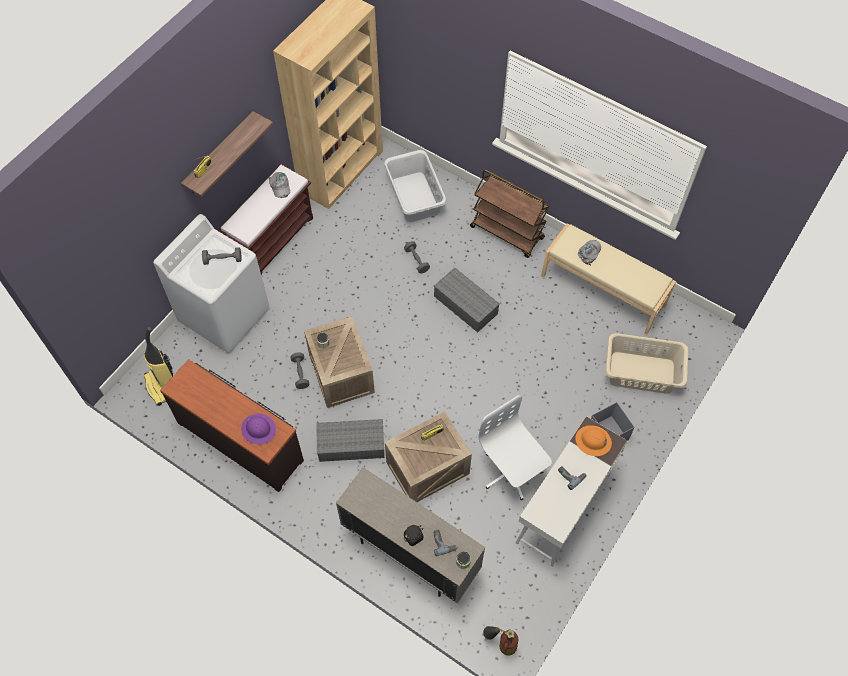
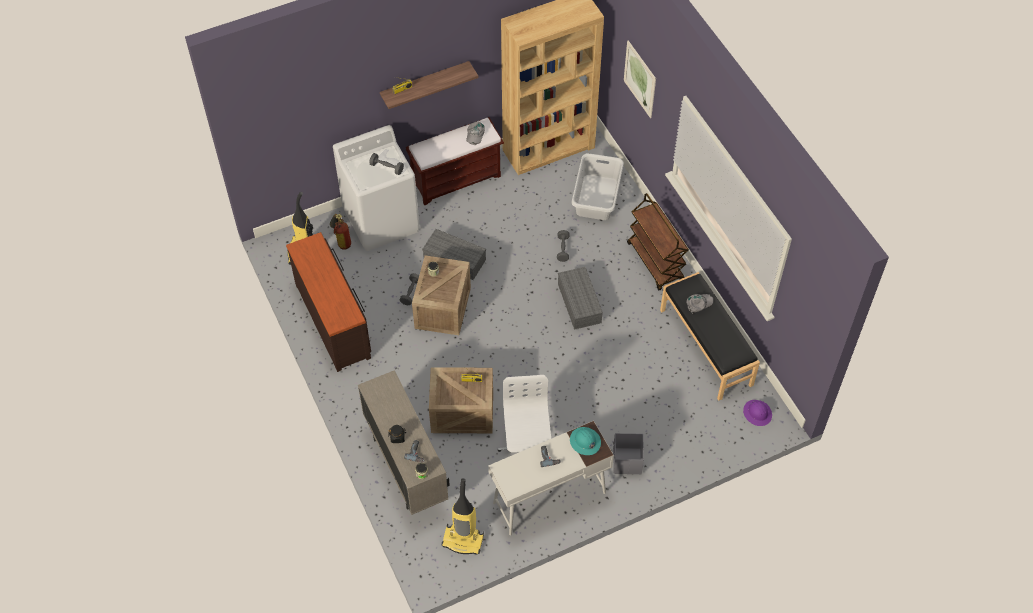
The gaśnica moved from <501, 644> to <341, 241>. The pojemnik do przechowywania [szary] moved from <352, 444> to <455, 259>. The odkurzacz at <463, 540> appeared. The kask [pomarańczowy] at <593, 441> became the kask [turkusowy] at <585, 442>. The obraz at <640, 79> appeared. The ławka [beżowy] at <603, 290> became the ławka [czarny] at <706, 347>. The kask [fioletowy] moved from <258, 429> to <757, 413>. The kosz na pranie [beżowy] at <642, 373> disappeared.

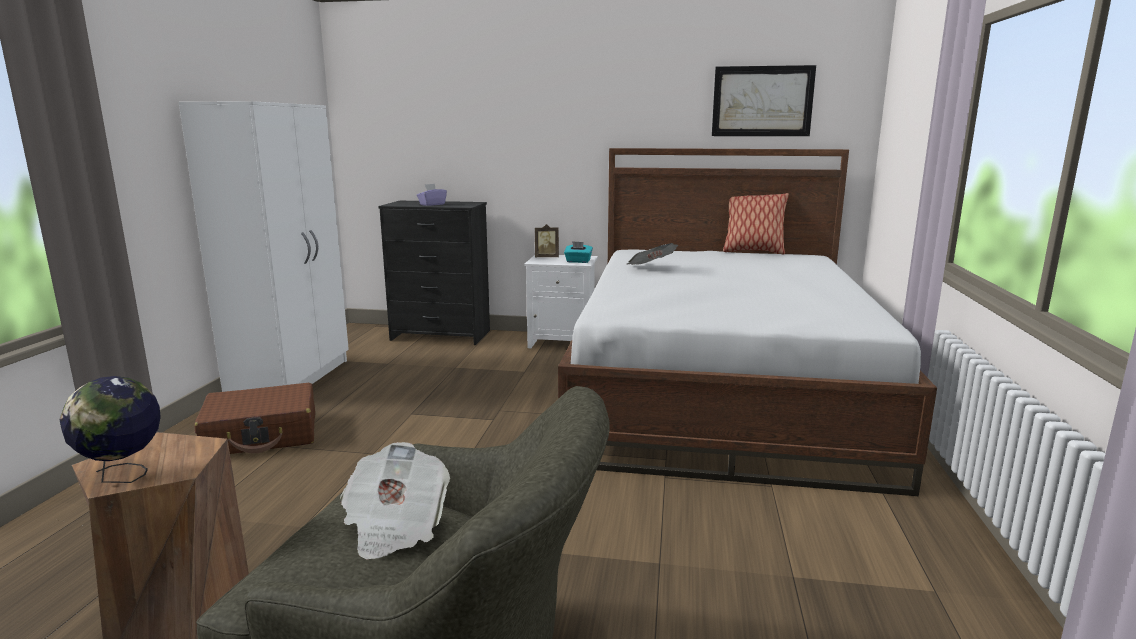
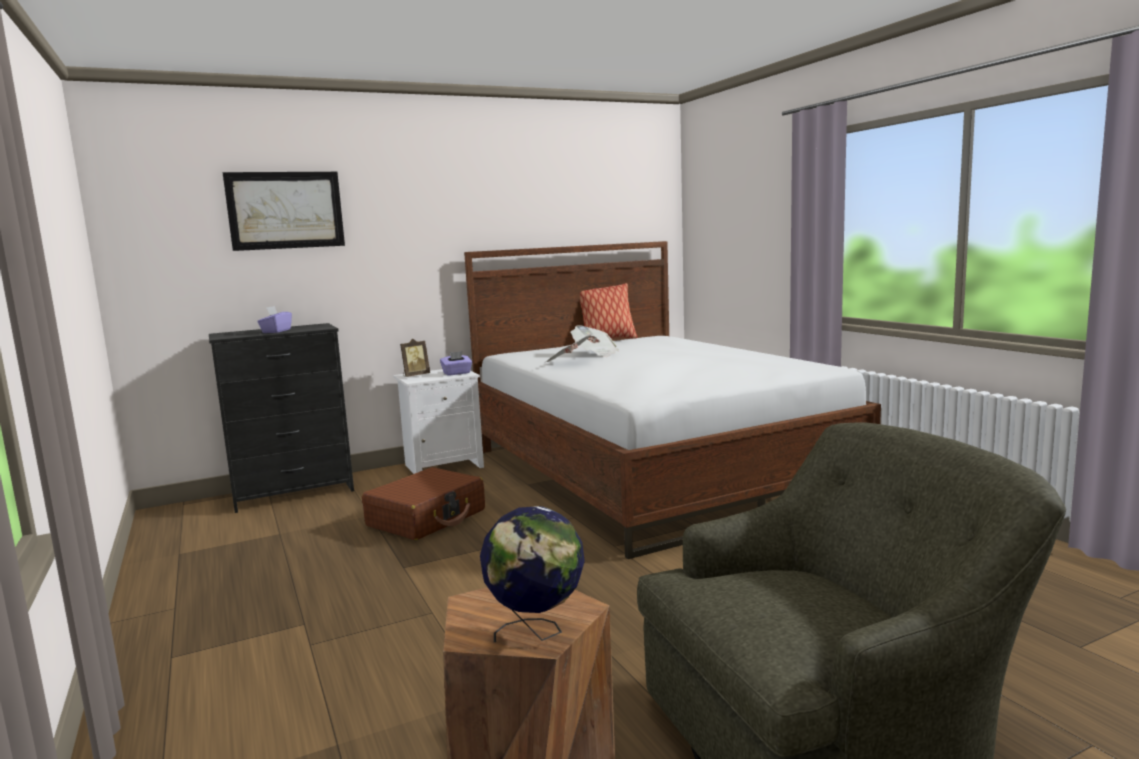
The obraz moved from <762, 101> to <285, 210>. The walizka [brązowy] moved from <262, 435> to <427, 518>. The pudełko chusteczek [turkusowy] at <578, 261> became the pudełko chusteczek [fioletowy] at <457, 373>. The gazeta moved from <395, 525> to <595, 354>. The szafa [biały] at <292, 378> disappeared.

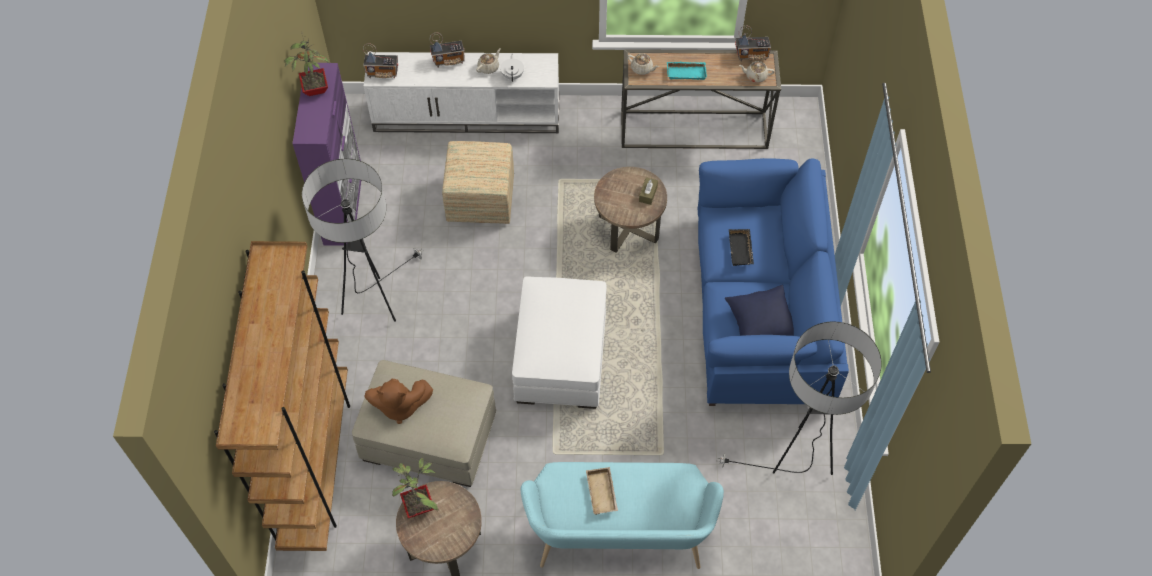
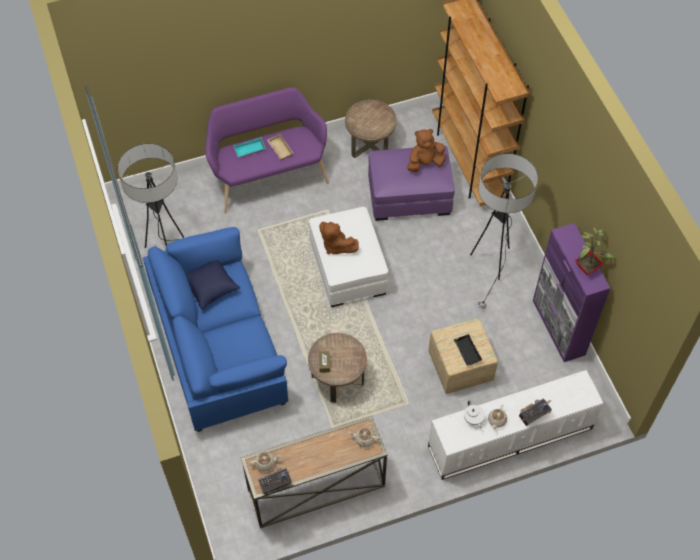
The ławka [turkusowy] at <619, 539> became the ławka [fioletowy] at <268, 176>. The taca [turkusowy] moved from <686, 72> to <249, 150>. The pluszak [brązowy] at <336, 245> appeared. The pufa [beżowy] at <428, 437> became the pufa [fioletowy] at <410, 195>. The taca [czarny] moved from <741, 250> to <466, 351>. The radio at <383, 73> disappeared. The roślina doniczkowa at <420, 506> disappeared.

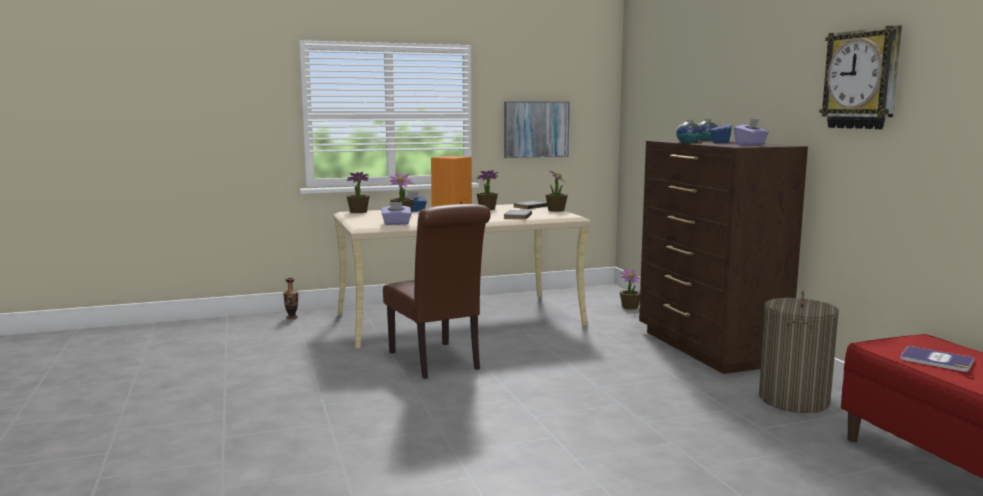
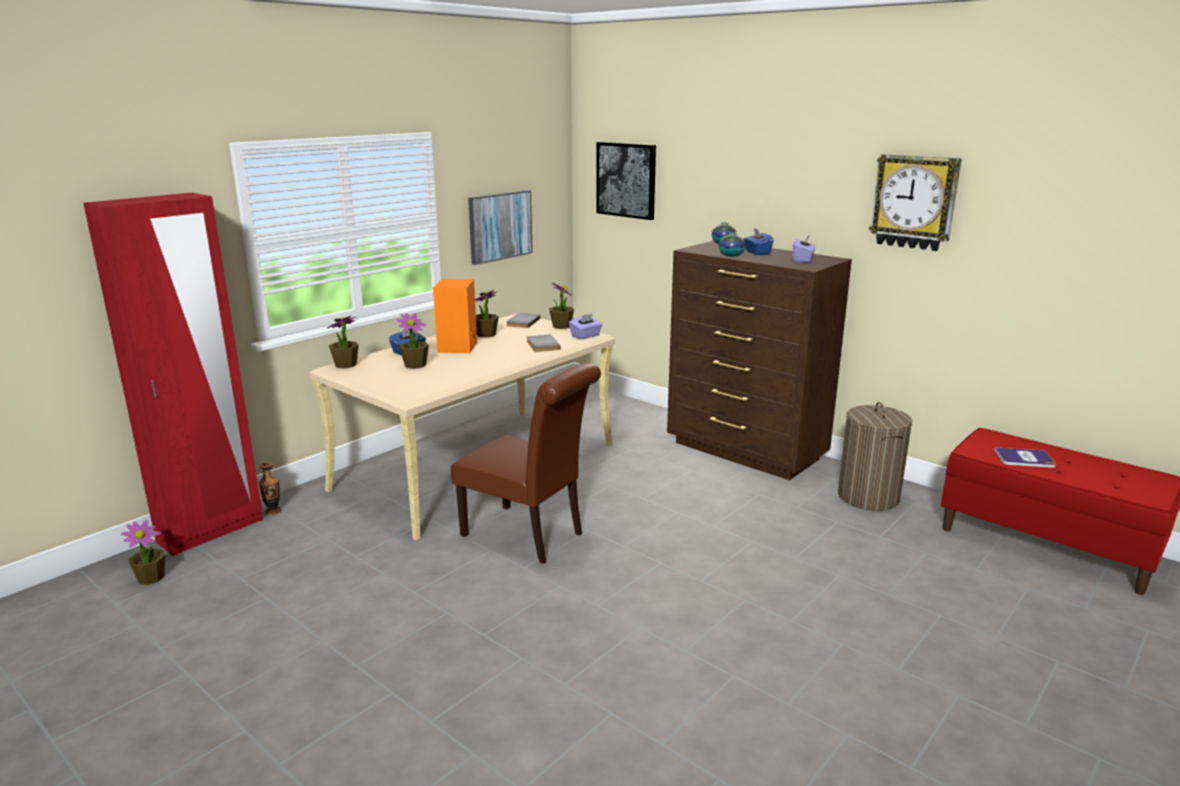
The szafa [czerwony] at <211, 531> appeared. The roślina doniczkowa moved from <630, 307> to <151, 578>. The pudełko chusteczek [fioletowy] moved from <396, 223> to <585, 336>. The obraz at <626, 180> appeared.

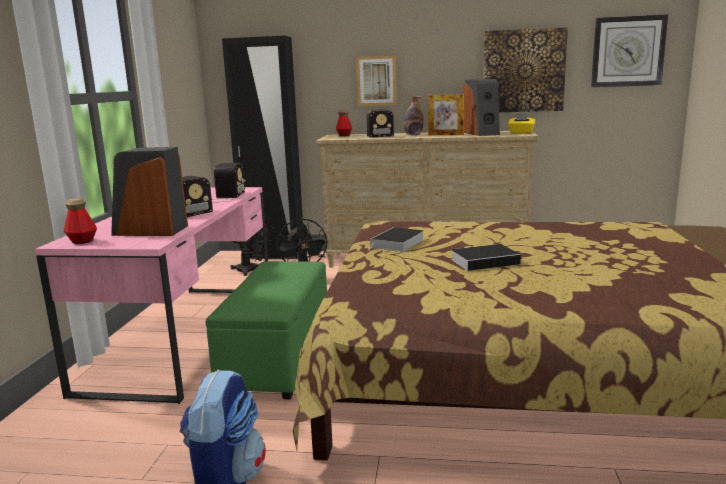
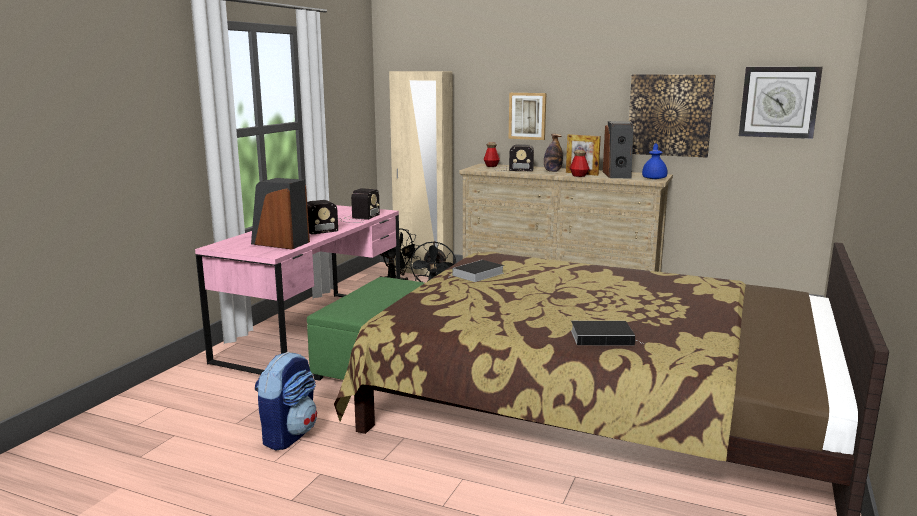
The szafa [czarny] at <273, 255> became the szafa [beżowy] at <423, 271>. The butelka moved from <82, 241> to <579, 176>. The książka moved from <486, 261> to <603, 337>. The pudełko chusteczek [żółty] at <521, 133> was replaced by the imbryk [niebieski] at <654, 178>.

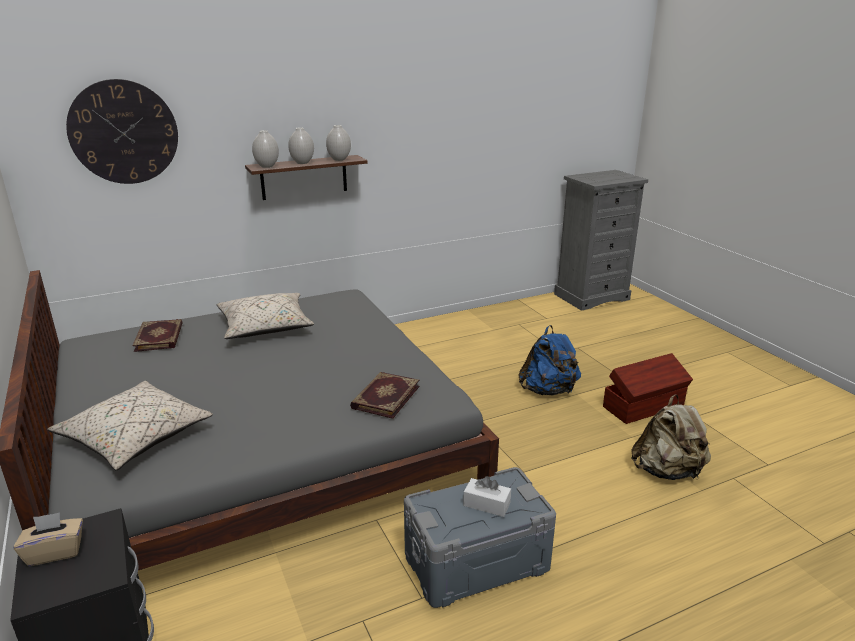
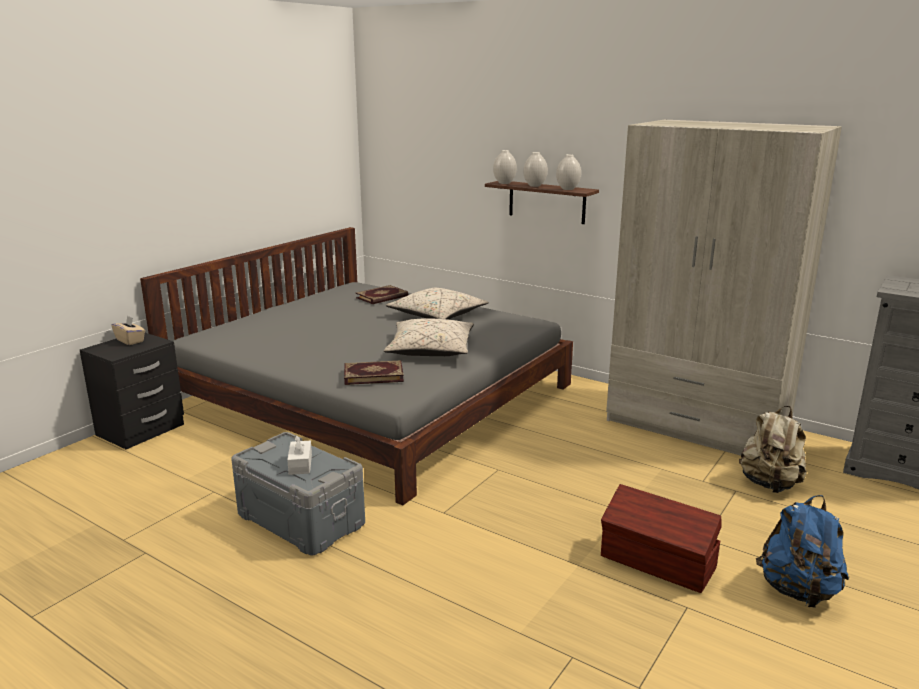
The poduszka [beżowy] moved from <135, 437> to <430, 350>. The szafa [beżowy] at <697, 425> appeared. The plecak [beżowy] moved from <667, 471> to <770, 484>. The plecak [niebieski] moved from <548, 390> to <798, 591>. The zegar ścienny at <124, 132> disappeared.

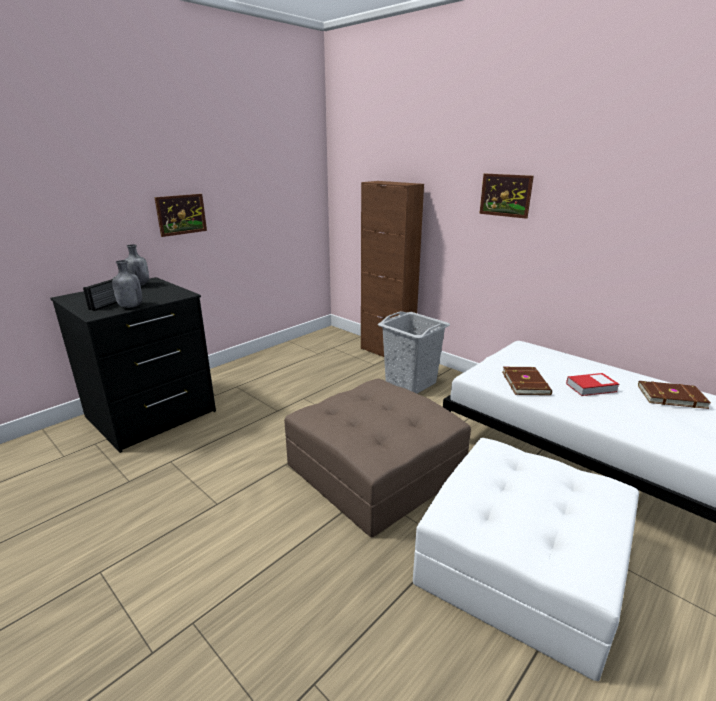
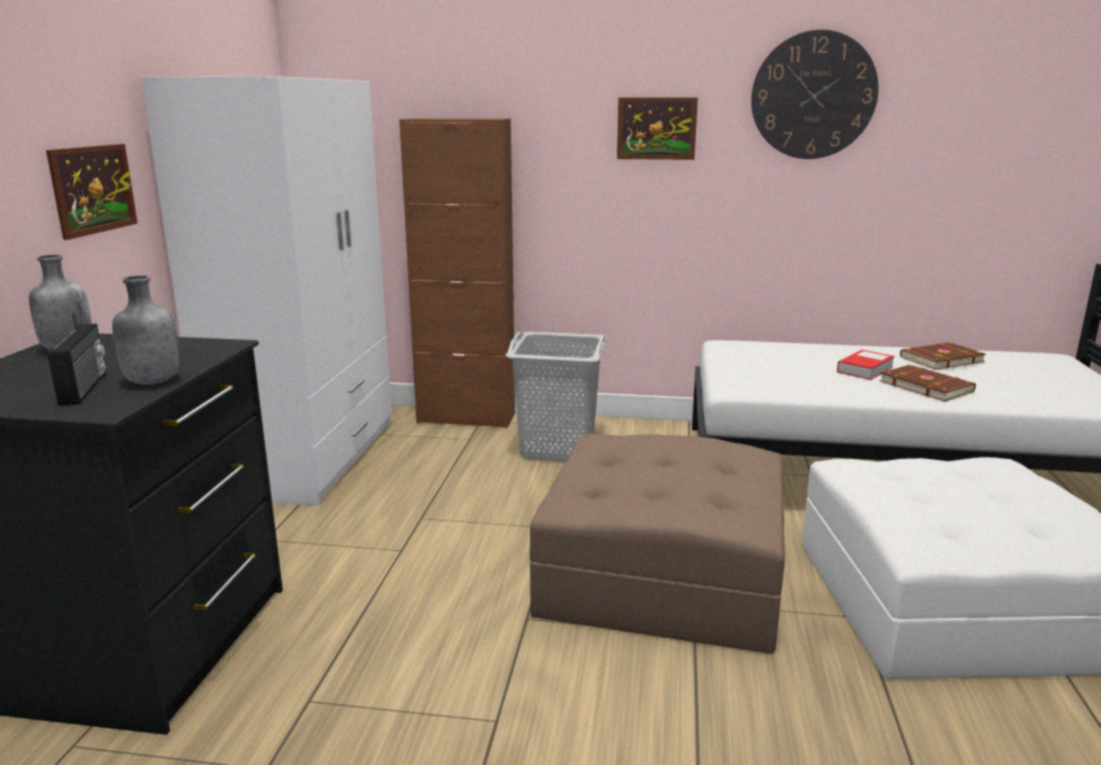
The szafa [biały] at <309, 457> appeared. The zegar ścienny at <813, 95> appeared. The książka [brązowy] moved from <526, 383> to <926, 386>.

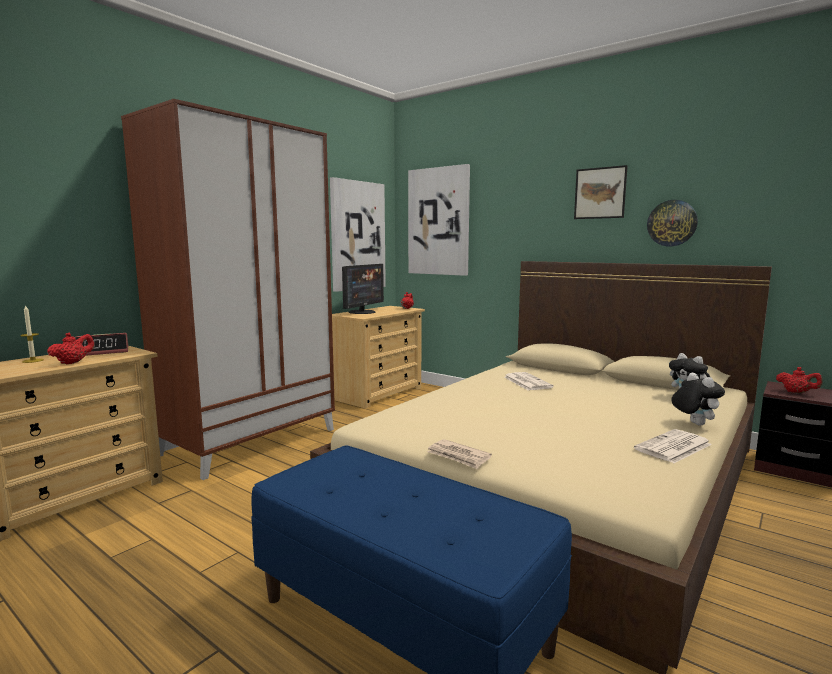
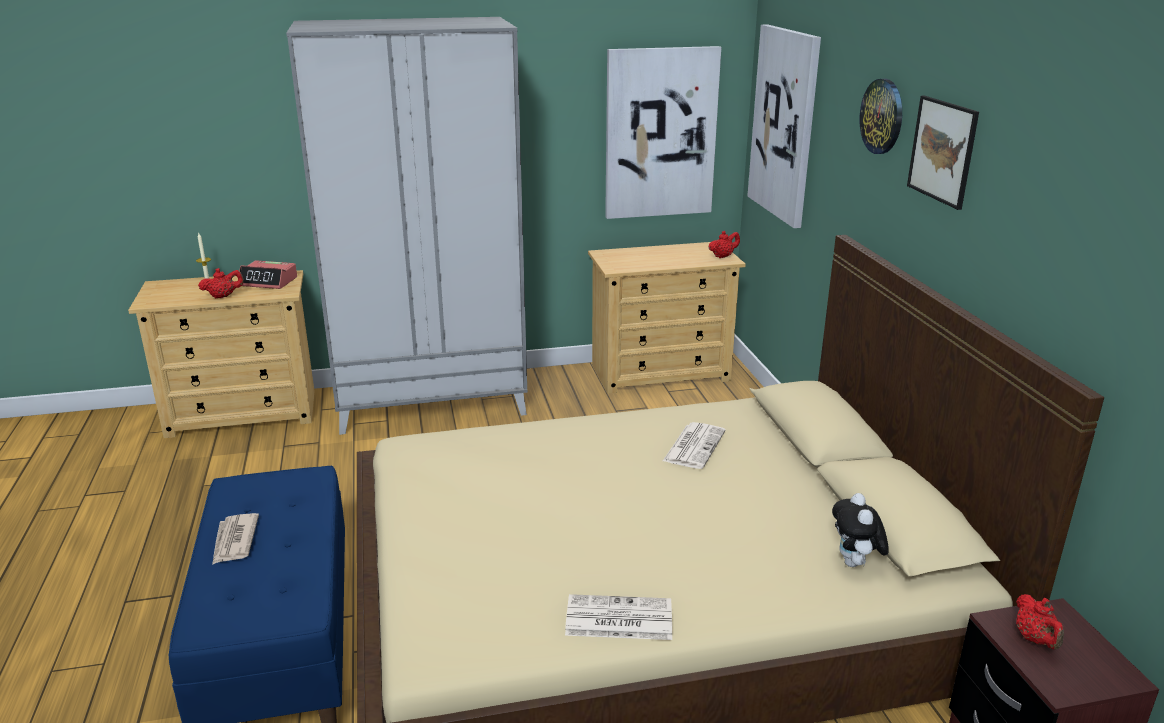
The gazeta moved from <458, 456> to <234, 541>. The szafa [brązowy] at <251, 441> became the szafa [szary] at <432, 401>. The zegar ścienny moved from <672, 223> to <882, 116>. The monitor at <362, 312> disappeared. The pluszak at <693, 424> disappeared.

